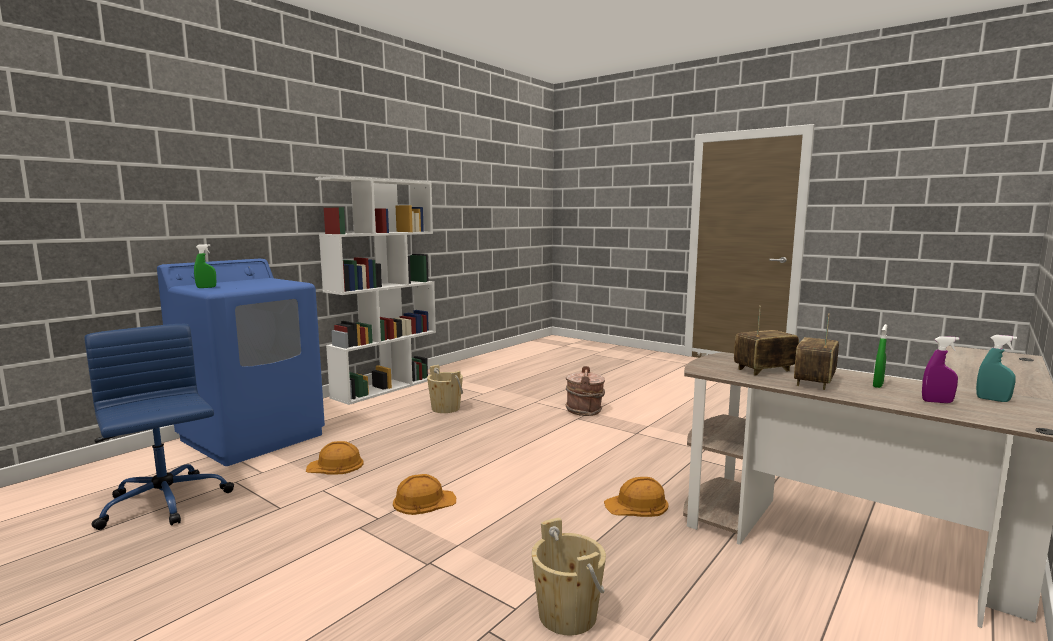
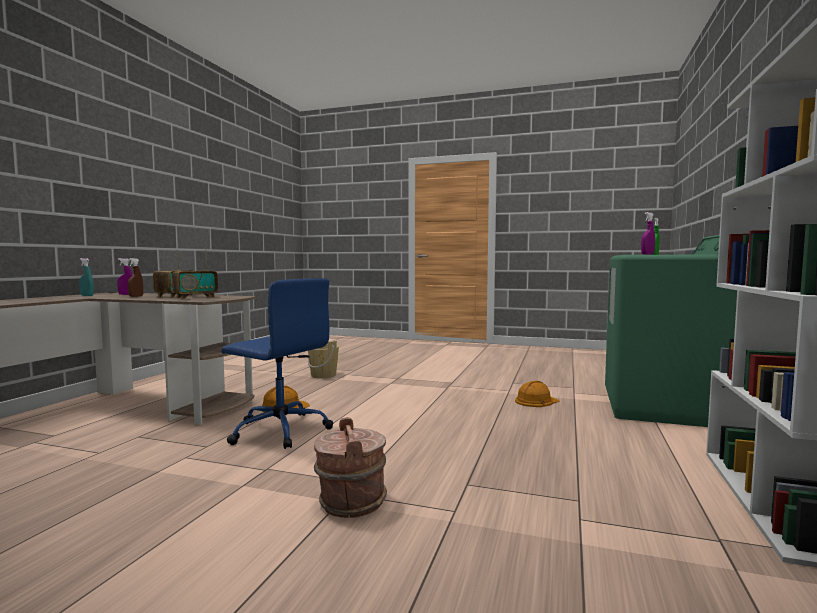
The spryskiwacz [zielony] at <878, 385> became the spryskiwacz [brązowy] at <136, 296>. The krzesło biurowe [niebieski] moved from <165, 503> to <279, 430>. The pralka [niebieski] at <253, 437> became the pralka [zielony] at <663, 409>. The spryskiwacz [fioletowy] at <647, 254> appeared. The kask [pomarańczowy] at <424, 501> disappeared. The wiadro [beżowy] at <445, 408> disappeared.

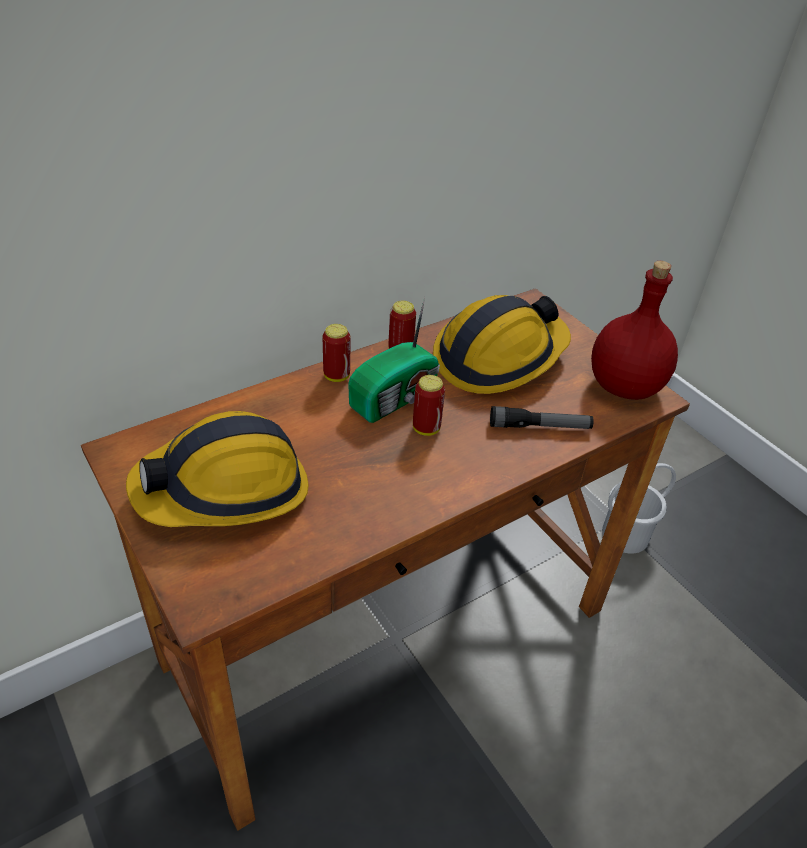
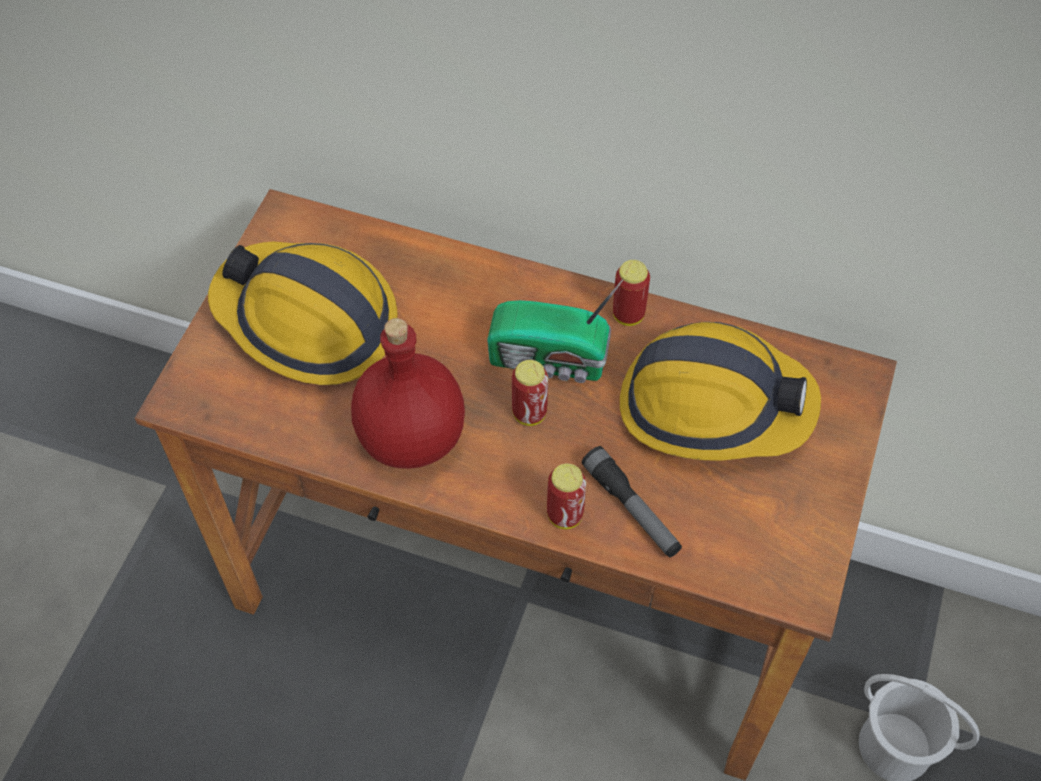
The butelka [czerwony] moved from <623, 387> to <409, 437>. The puszka moved from <336, 376> to <565, 515>.

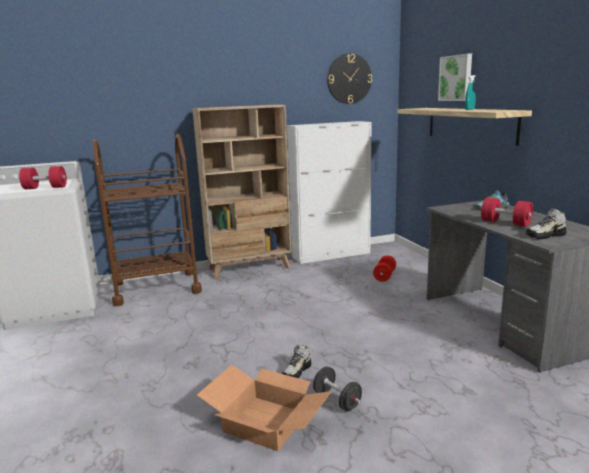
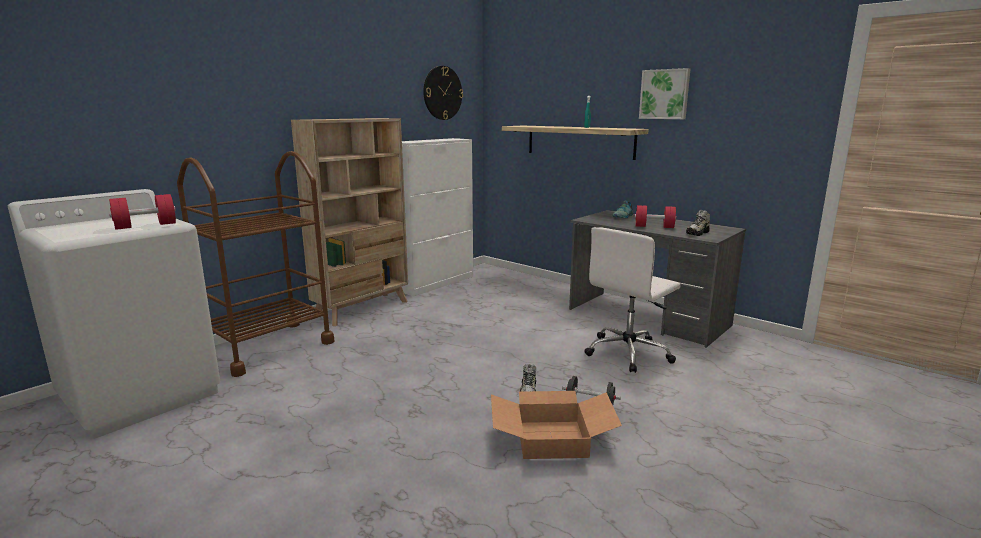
The krzesło biurowe [biały] at <629, 353> appeared. The obraz moved from <456, 78> to <664, 94>. The hantel [czerwony] at <384, 276> disappeared.

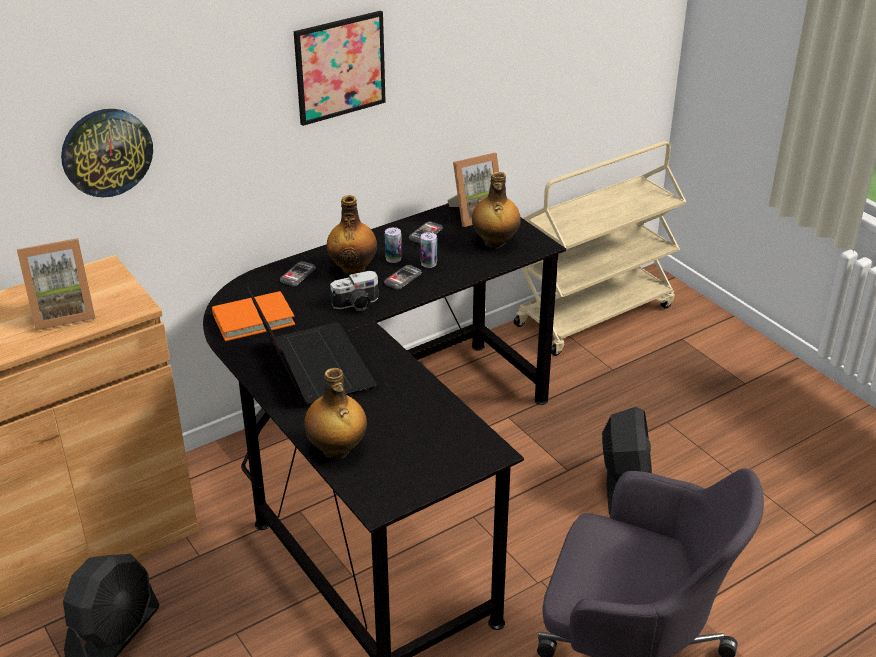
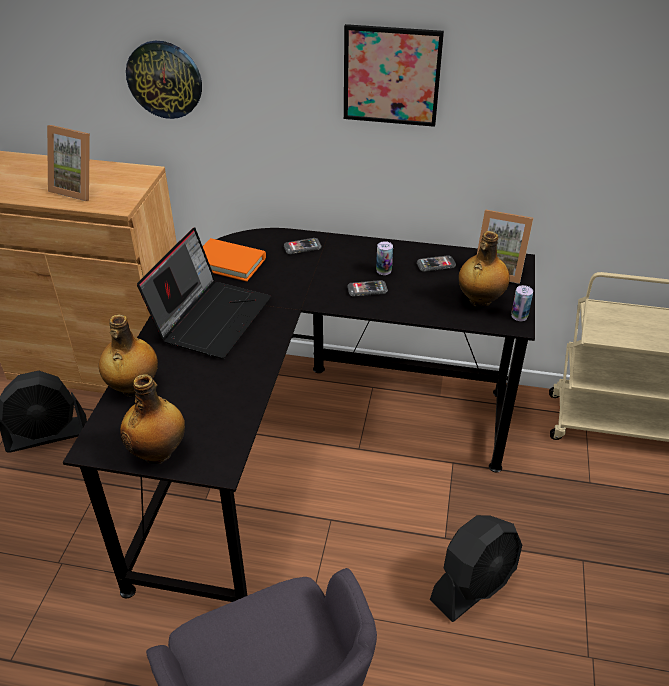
The butelka moved from <353, 269> to <158, 452>. The puszka moved from <428, 263> to <519, 316>. The aparat fotograficzny at <357, 304> disappeared.

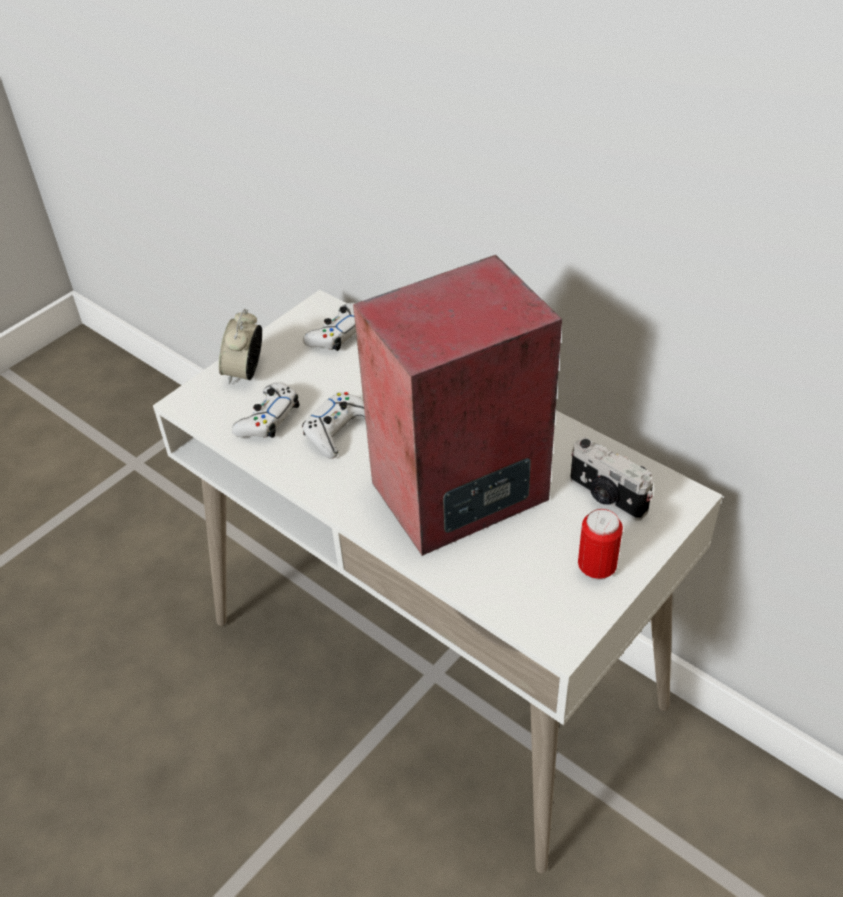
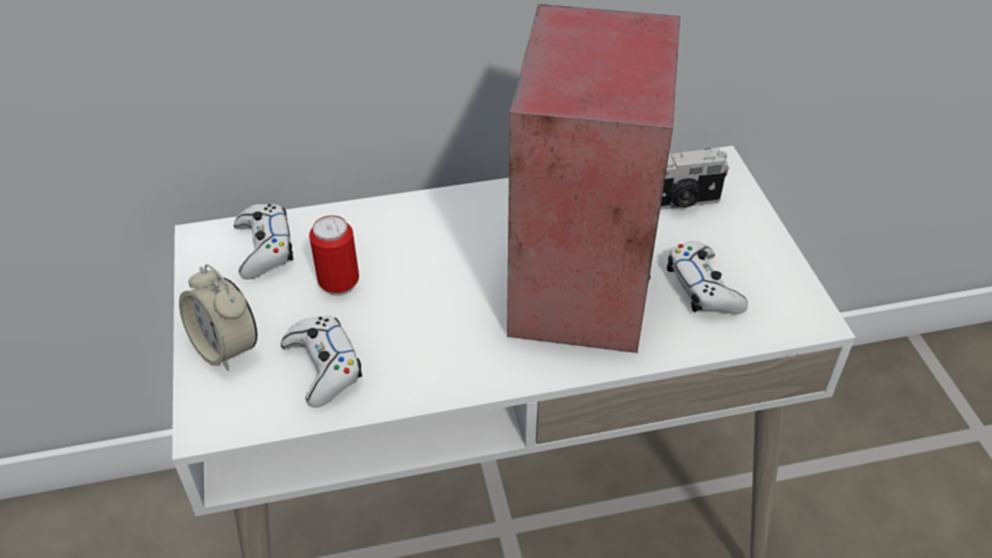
The puszka moved from <596, 568> to <339, 284>. The pad do gier [biały] moved from <337, 431> to <703, 287>.

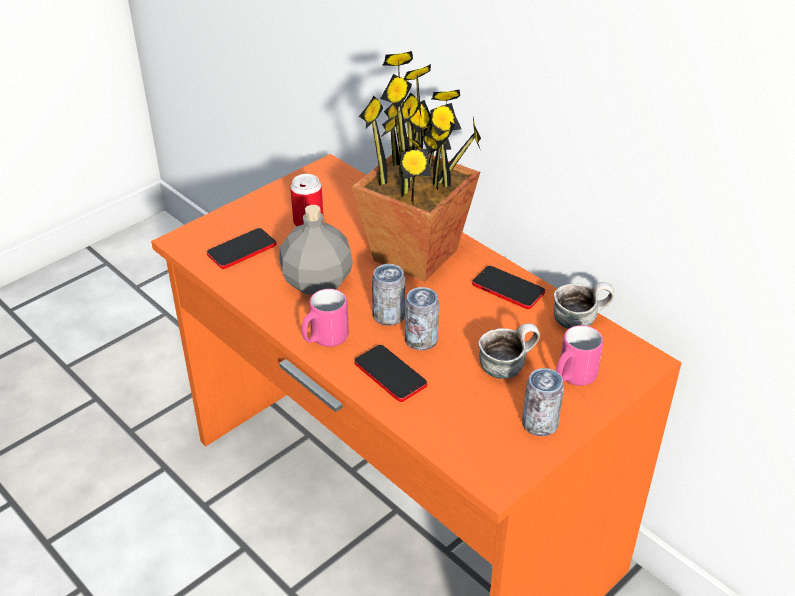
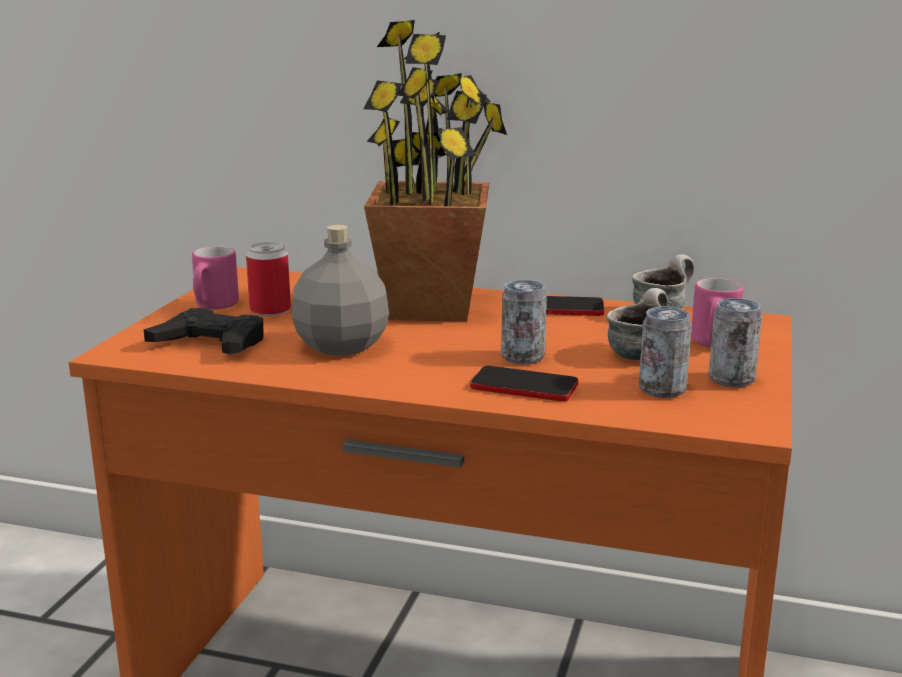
The telefon at <242, 250> was replaced by the pad do gier [czarny] at <210, 343>. The kubek [różowy] moved from <324, 339> to <213, 307>. The puszka moved from <388, 316> to <662, 390>.

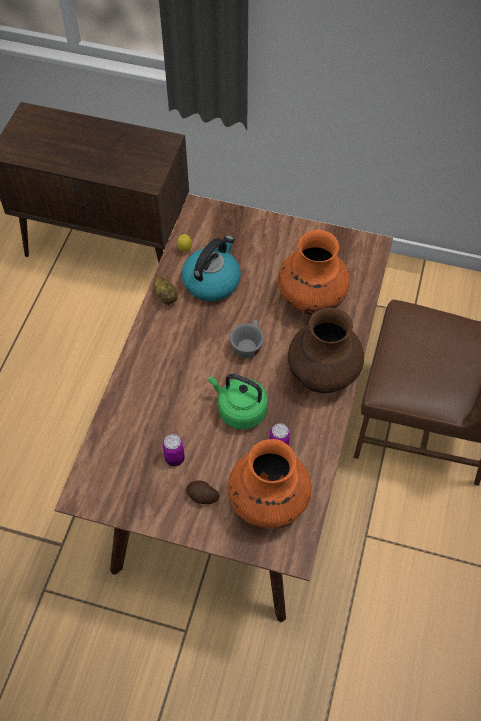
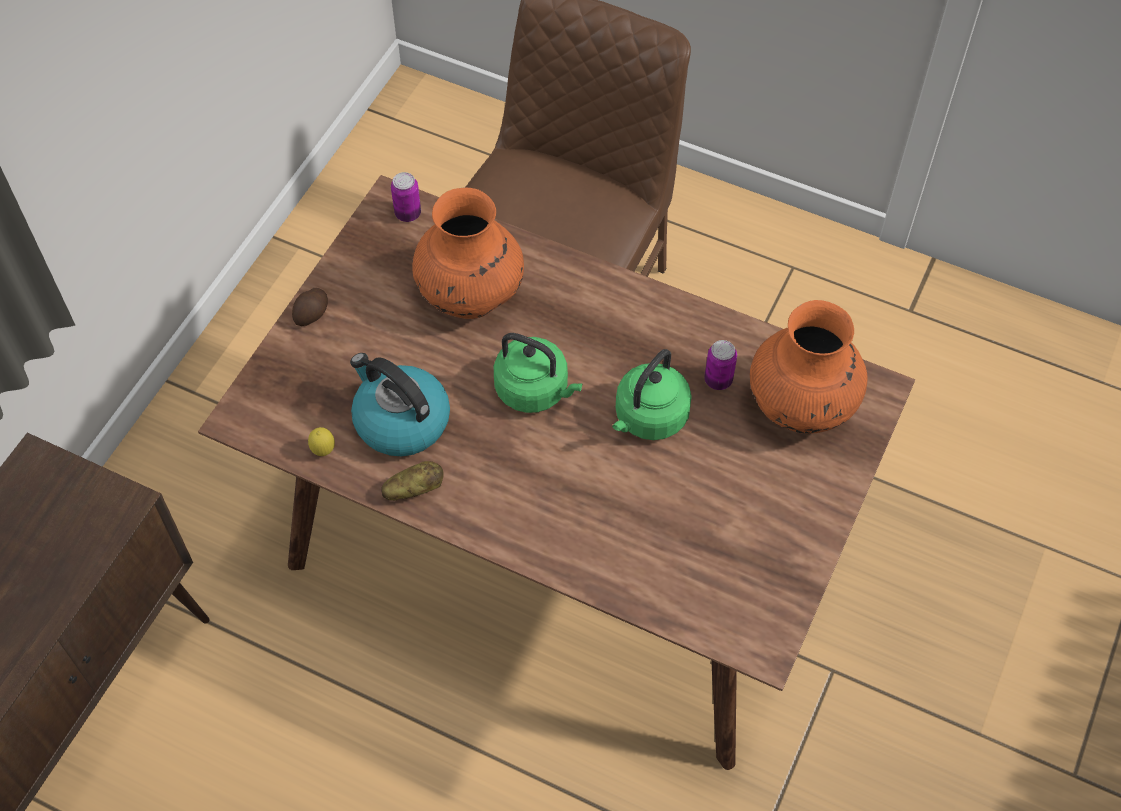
The ziemniak moved from <202, 496> to <312, 314>. The puszka moved from <174, 458> to <408, 213>. The filiżanka [szary] at <248, 345> was replaced by the czajnik [zielony] at <535, 390>. The wazon [brązowy] at <322, 374> disappeared.

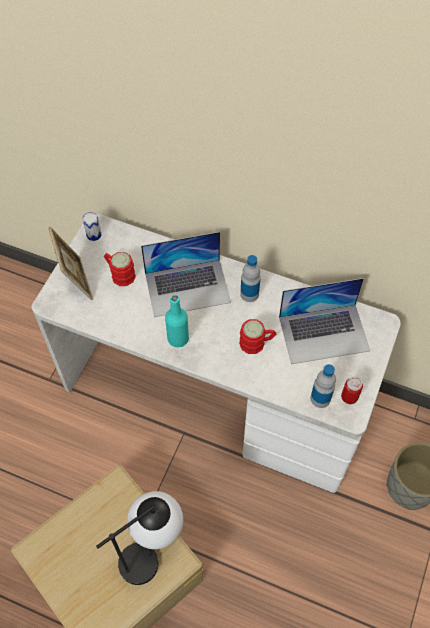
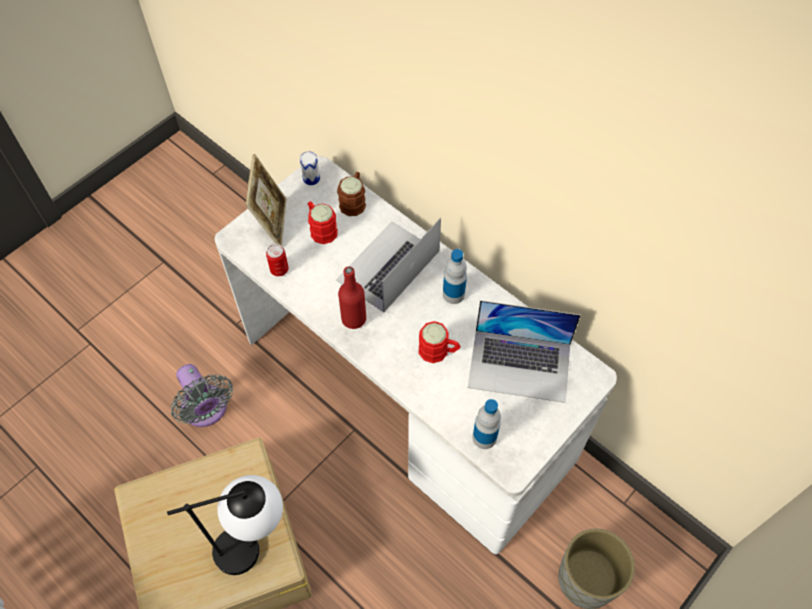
The wentylator [szary] at <206, 410> appeared. The puszka moved from <349, 397> to <279, 269>. The laptop at <187, 287> turned 120 degrees clockwise. The kubek [brązowy] at <354, 201> appeared. The butelka [turkusowy] at <178, 338> became the butelka [czerwony] at <354, 319>.

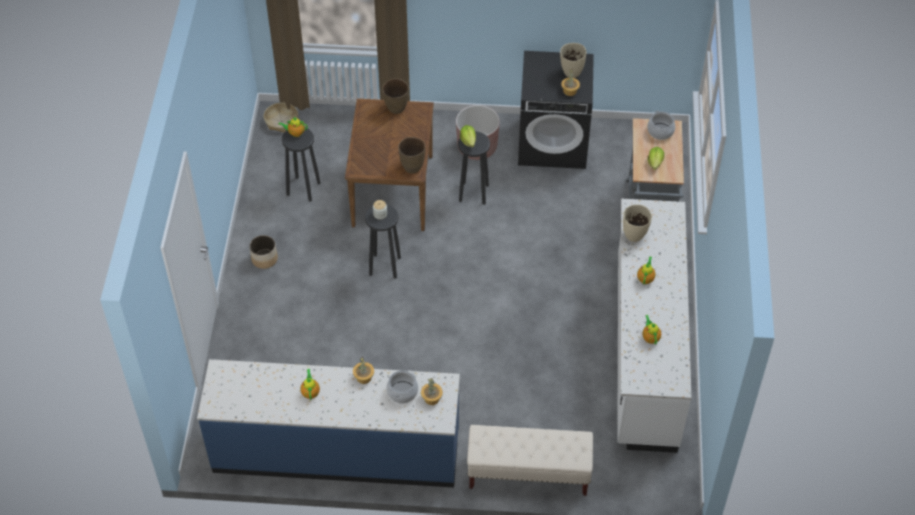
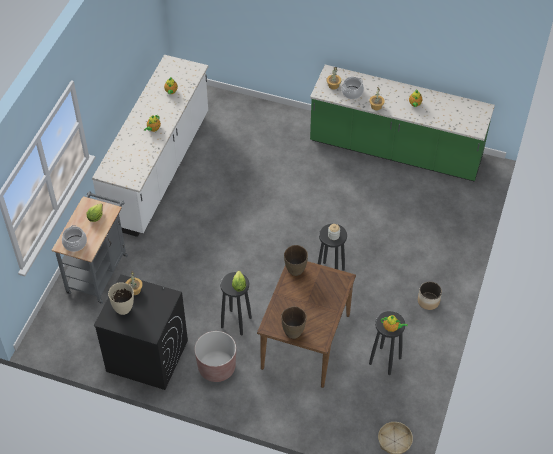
The zabudowa kuchenna [niebieski] at <336, 451> became the zabudowa kuchenna [zielony] at <395, 151>. The ławka [beżowy] at <528, 473> disappeared. The wazon [beżowy] at <634, 235> disappeared.

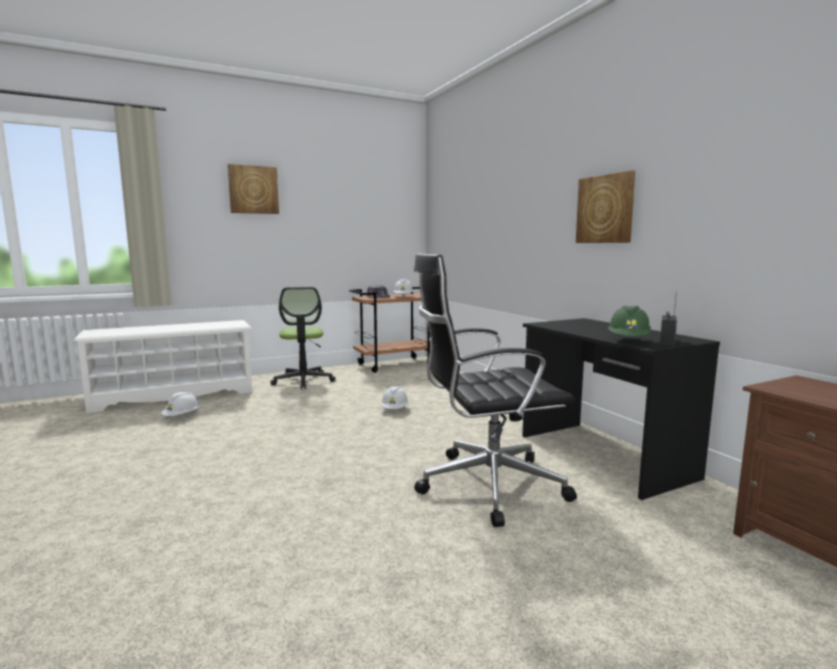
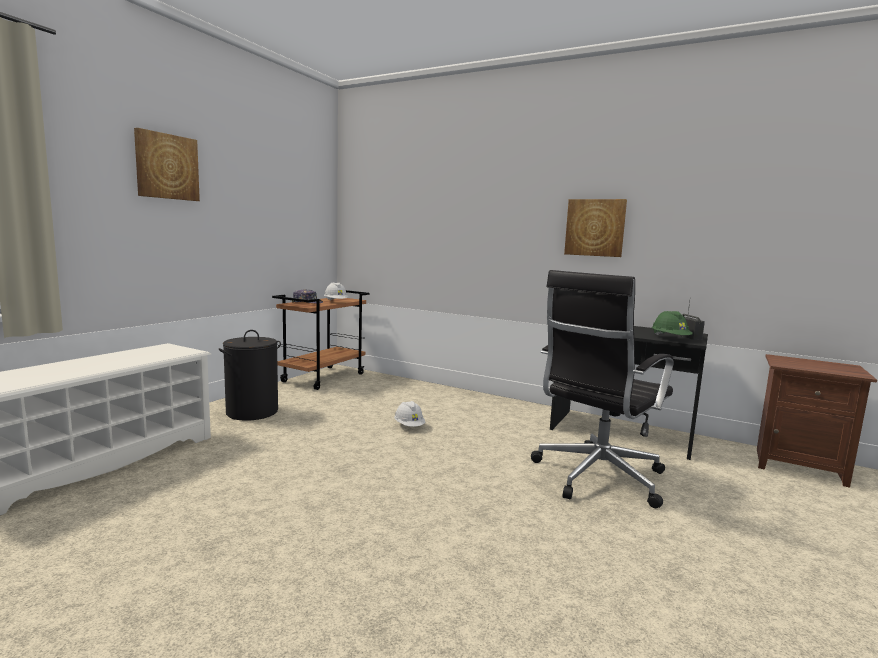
The krzesło biurowe at <303, 381> was replaced by the kosz na pranie [czarny] at <252, 412>. The kask [biały] at <182, 416> disappeared.

